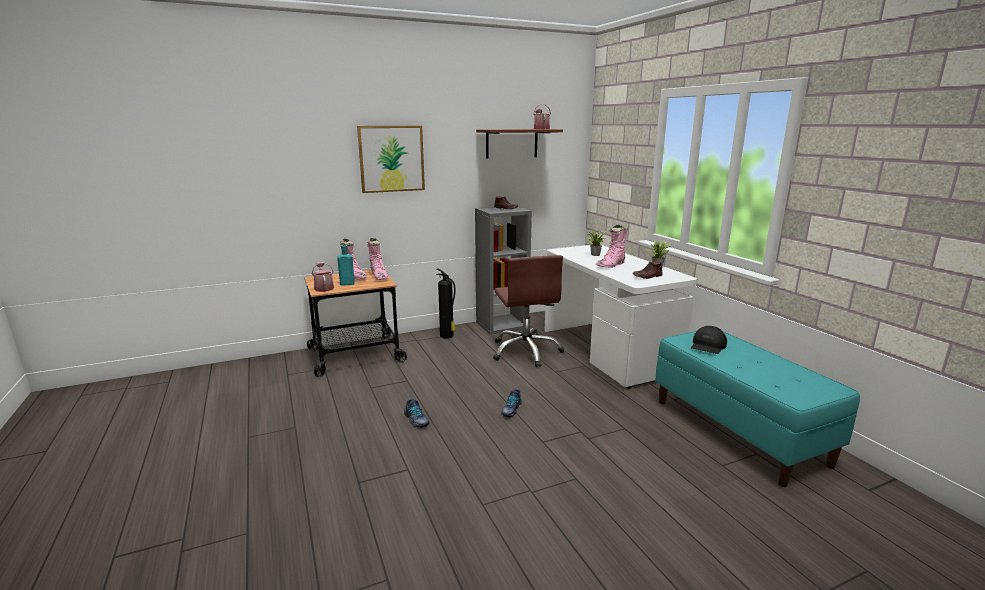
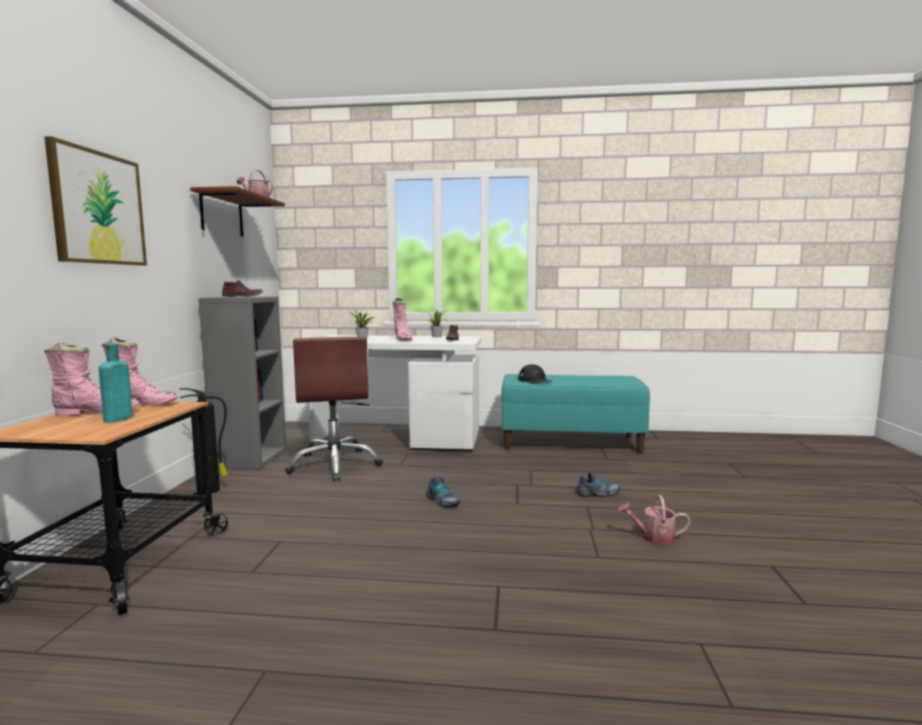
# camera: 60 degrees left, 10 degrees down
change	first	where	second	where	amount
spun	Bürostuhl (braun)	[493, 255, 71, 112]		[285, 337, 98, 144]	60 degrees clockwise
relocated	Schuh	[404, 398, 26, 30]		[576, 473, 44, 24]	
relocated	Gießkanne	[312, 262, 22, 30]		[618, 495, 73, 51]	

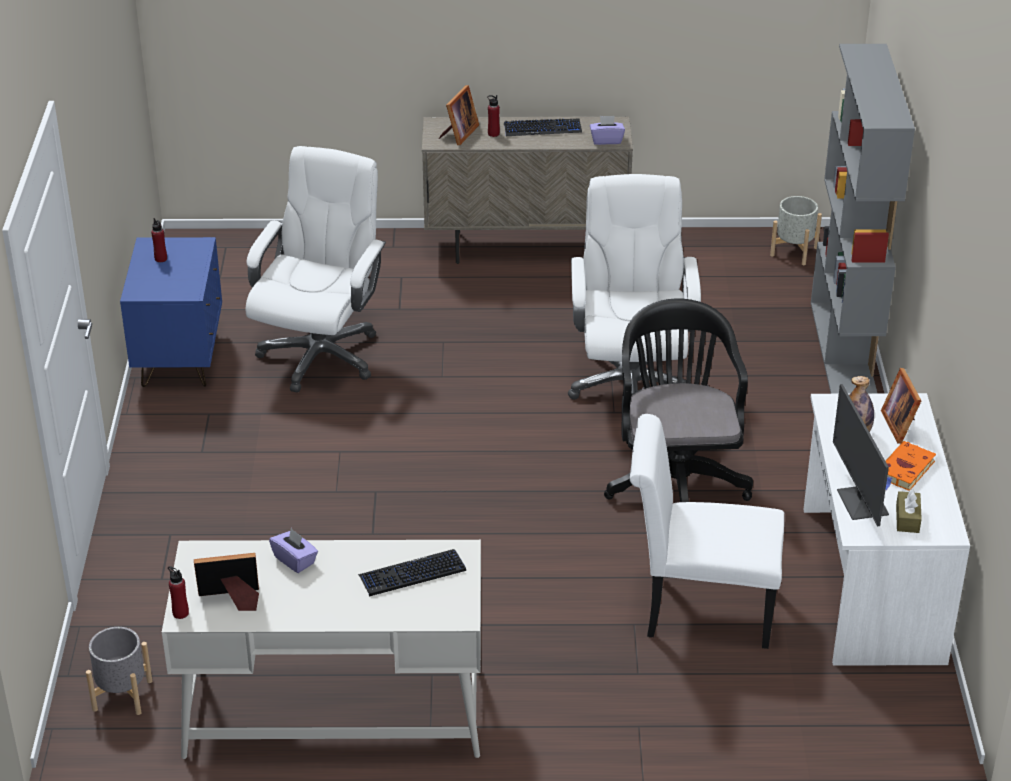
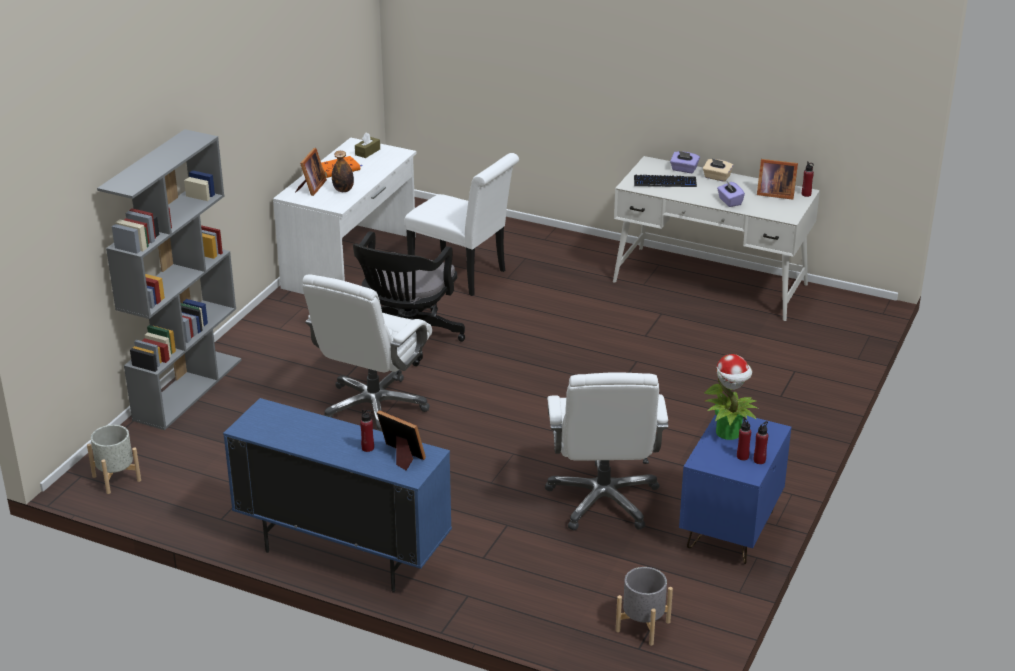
# camera: 155 degrees left, 5 degrees down
change	first	where	second	where	amount
colour	Schrank (beige)	[422, 117, 211, 147]	Schrank (blau)	[223, 398, 229, 195]	
spun	Bilderrahmen	[438, 85, 41, 60]		[377, 410, 49, 60]	75 degrees clockwise
spun	Bürostuhl (weiß)	[246, 146, 140, 246]		[545, 372, 124, 158]	45 degrees counterclockwise
relocated	Pflanzkübel (grau)	[86, 627, 66, 88]		[616, 567, 57, 79]	
relocated	Taschentuchbox (lila)	[590, 116, 35, 29]		[670, 151, 30, 23]	
appeared			Taschentuchbox (beige)	[703, 159, 30, 23]	
appeared			Topfpflanze	[704, 354, 53, 86]	
appeared			Flasche (rot)	[754, 421, 14, 43]	
missing	Tastatur	[504, 119, 78, 17]			
missing	Monitor	[833, 384, 56, 143]			

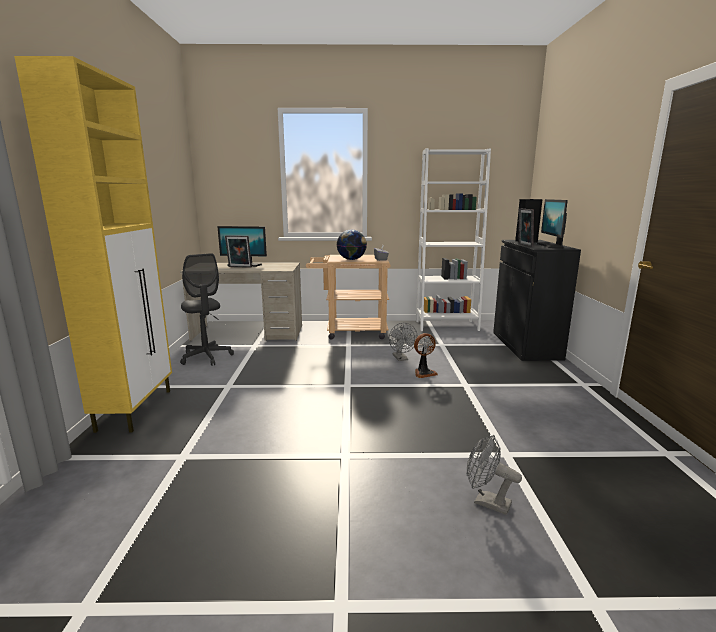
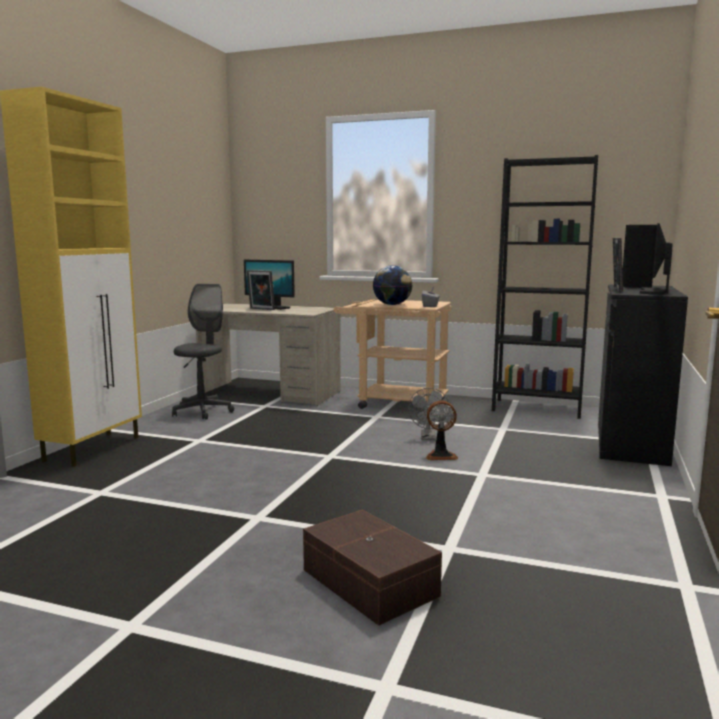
# camera: 20 degrees right, 5 degrees down
change	first	where	second	where	amount
spun	Bürostuhl (grau)	[180, 253, 54, 113]		[172, 284, 62, 136]	150 degrees counterclockwise
exchanged	Ventilator (grau)	[467, 435, 55, 80]	Aufbewahrungsbox (braun)	[303, 509, 139, 117]	
colour	Bücherregal (weiß)	[416, 148, 75, 183]	Bücherregal (schwarz)	[492, 155, 106, 264]	

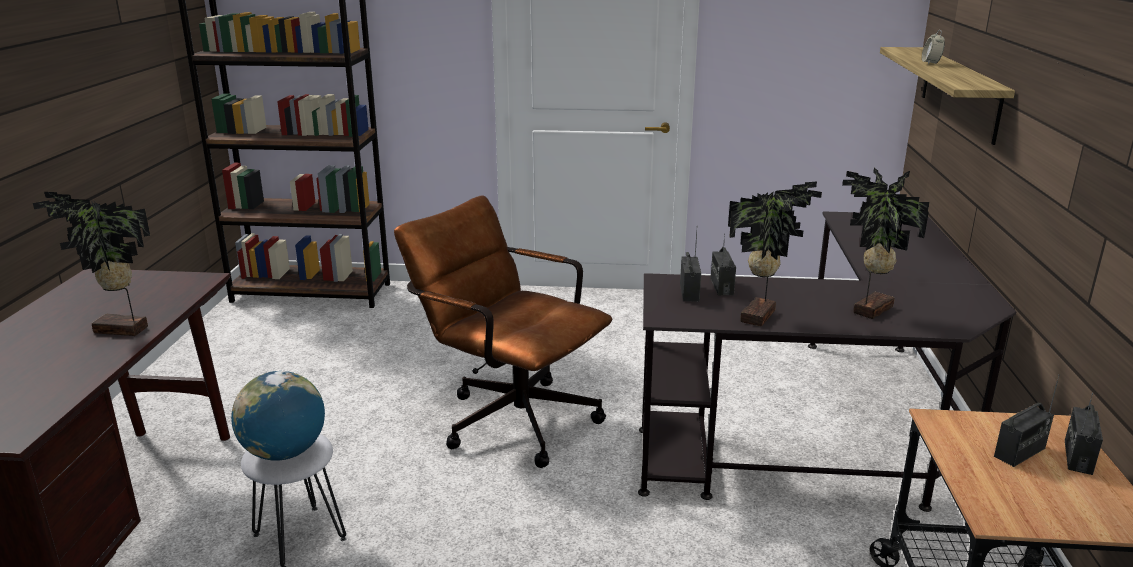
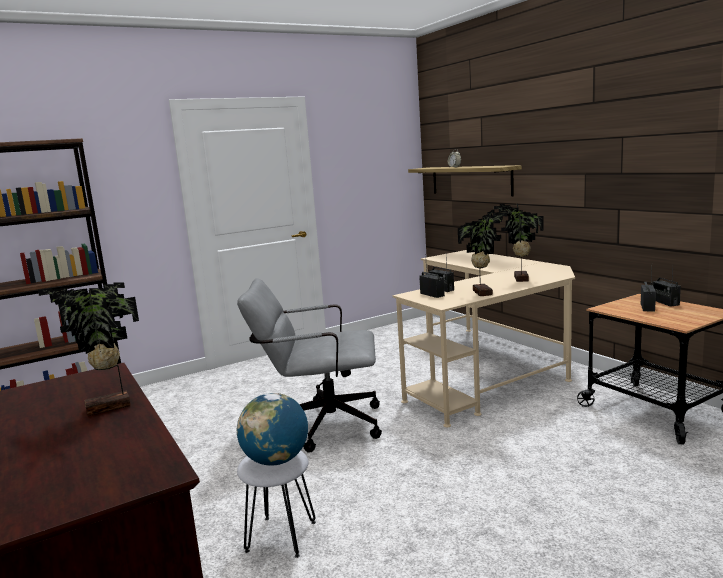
# camera: 35 degrees left, 10 degrees down
change	first	where	second	where	amount
colour	Bürostuhl (braun)	[394, 195, 218, 273]	Bürostuhl (grau)	[237, 278, 145, 175]	
colour	Schreibtisch (schwarz)	[638, 211, 378, 301]	Schreibtisch (beige)	[393, 250, 182, 177]	

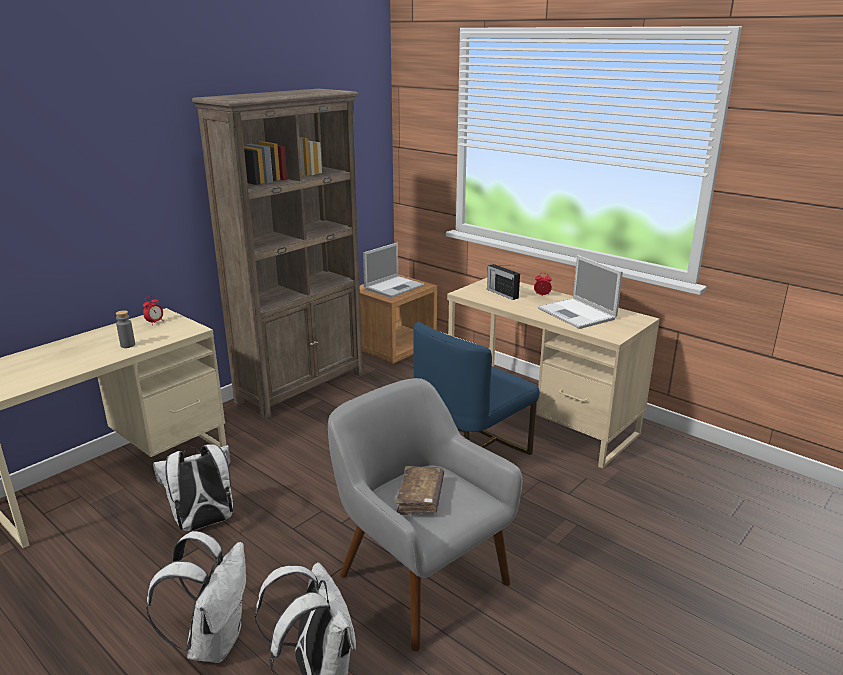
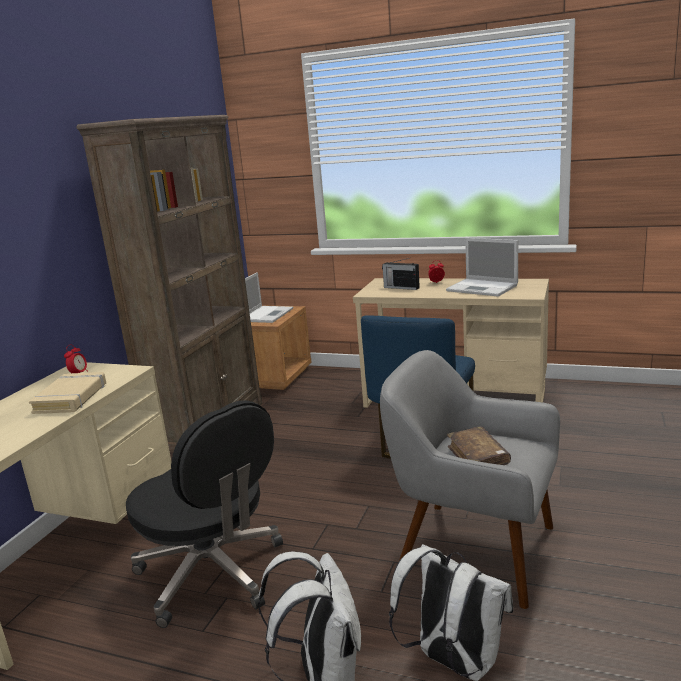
# camera: 20 degrees left, 5 degrees down
change	first	where	second	where	amount
exchanged	Flasche (grau)	[116, 310, 19, 38]	Buch (beige)	[29, 372, 77, 42]	
exchanged	Rucksack (weiß)	[153, 444, 80, 87]	Bürostuhl (schwarz)	[126, 400, 157, 228]	

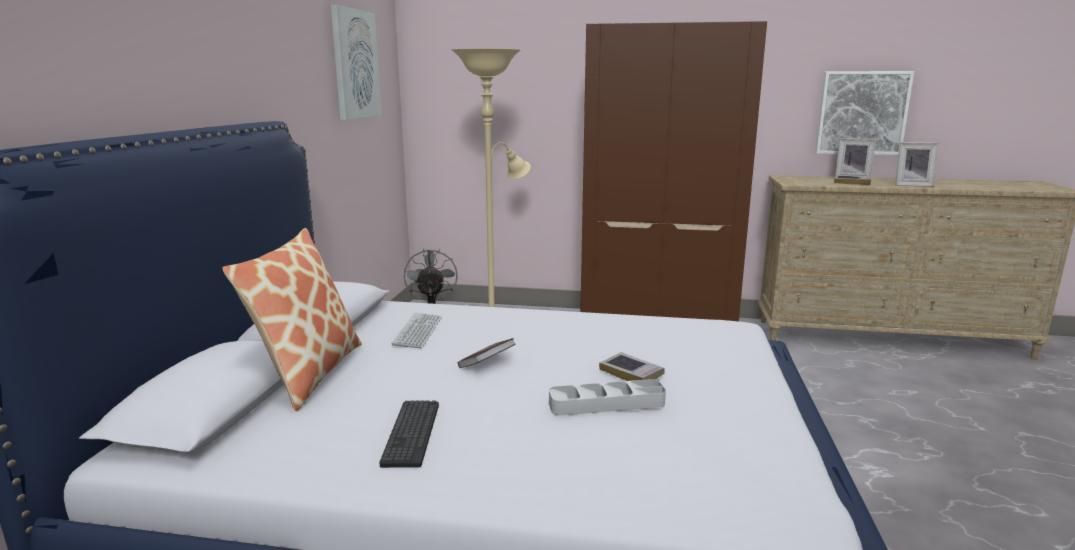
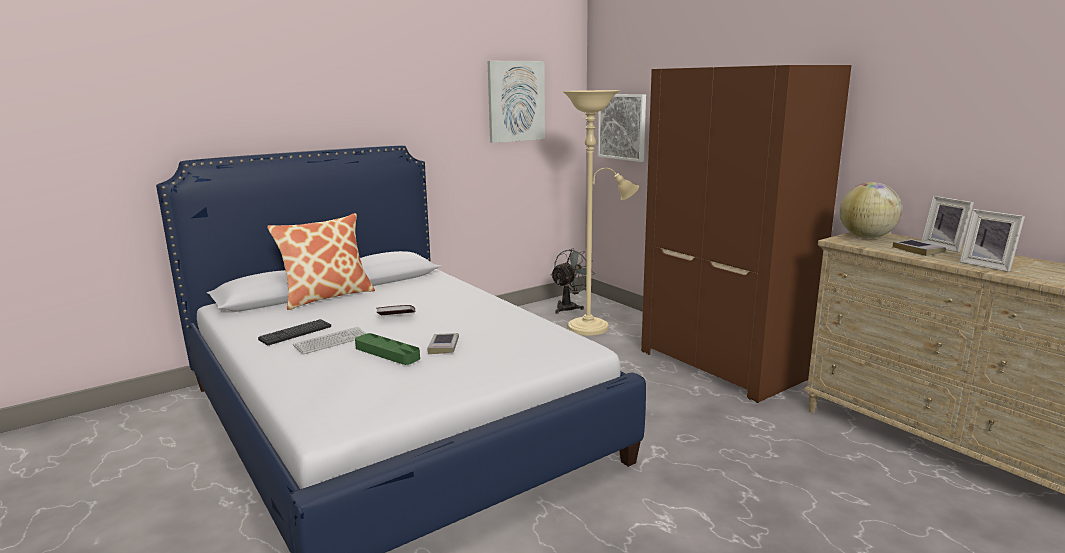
# camera: 45 degrees right, 0 degrees up
change	first	where	second	where	amount
relocated	Tastatur	[392, 313, 50, 35]		[293, 327, 74, 27]	
colour	Tablett (grau)	[549, 379, 117, 36]	Tablett (grün)	[355, 333, 65, 32]	
relocated	Bild	[815, 71, 99, 84]		[598, 94, 48, 68]	
appeared			Globus	[839, 182, 63, 56]	

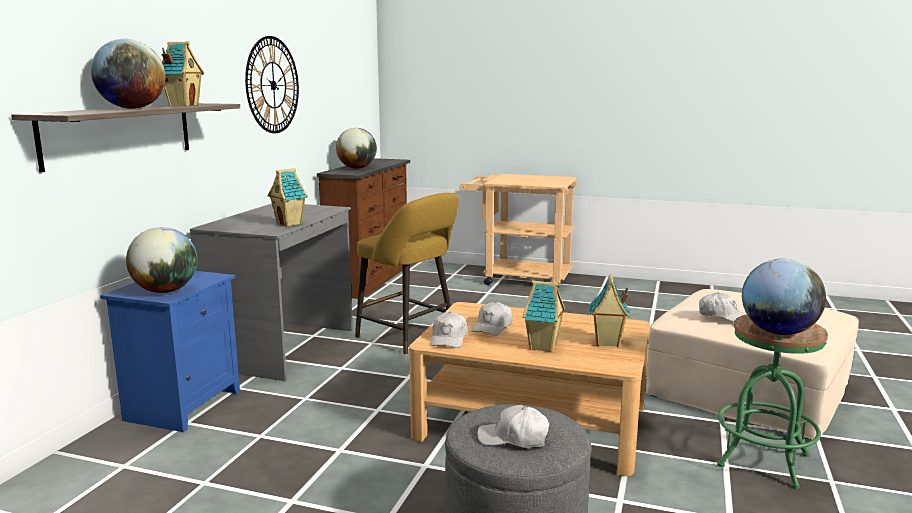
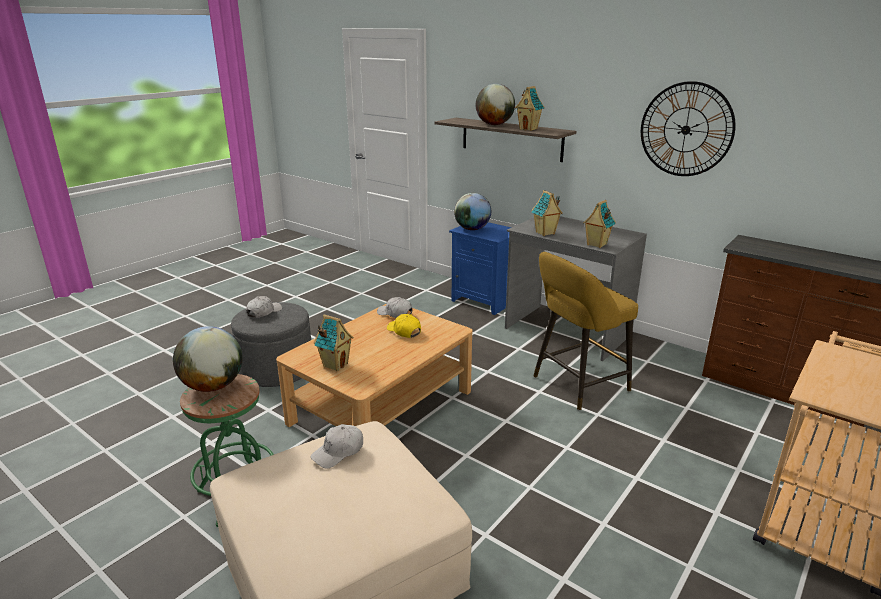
# camera: 110 degrees right, 10 degrees up
change	first	where	second	where	amount
colour	Kappe (weiß)	[471, 302, 41, 34]	Kappe (gelb)	[387, 314, 34, 24]	
relocated	Spielzeughaus	[523, 280, 42, 72]		[583, 200, 33, 48]	
missing	Globus	[336, 128, 41, 41]			

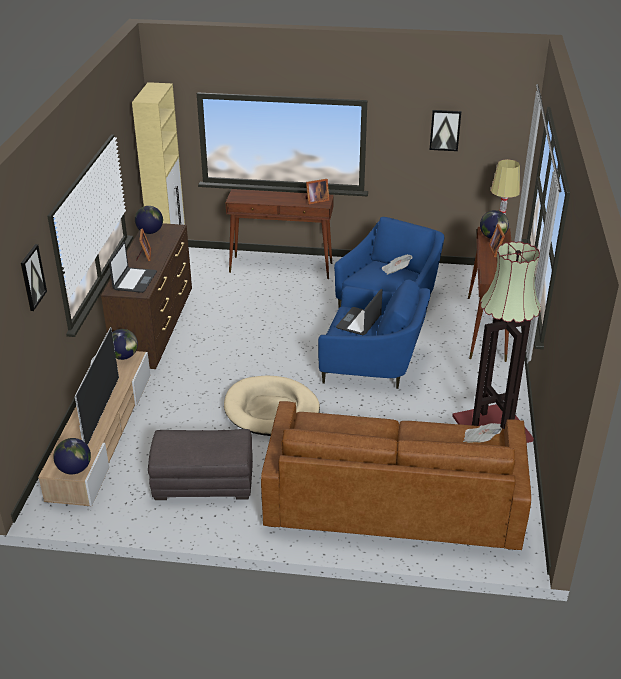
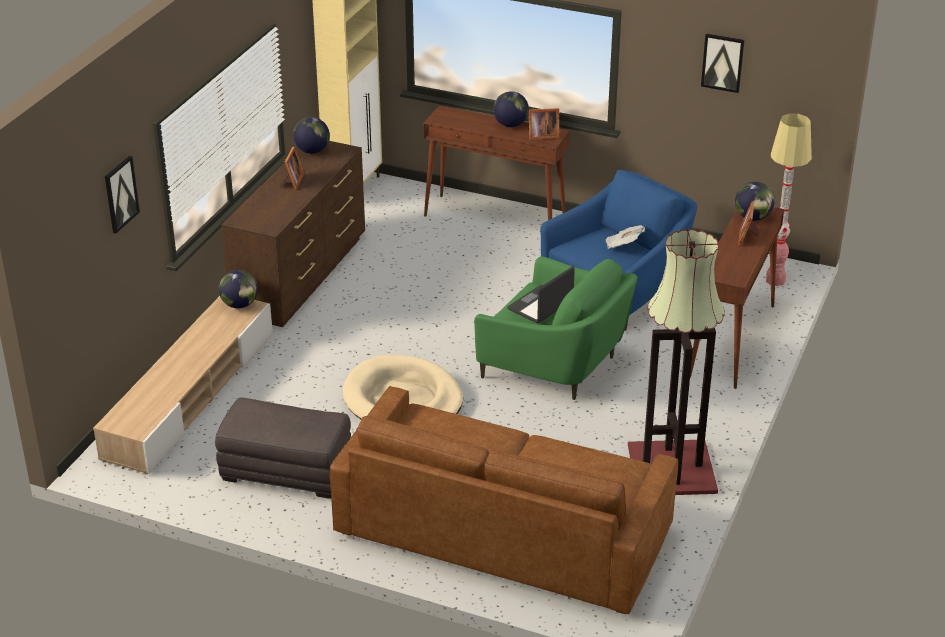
# camera: 15 degrees right, 0 degrees up
change	first	where	second	where	amount
colour	Sessel (blau)	[318, 280, 113, 109]	Sessel (grün)	[474, 256, 164, 144]	
relocated	Globus	[53, 438, 38, 36]		[493, 91, 36, 36]	
missing	Fernseher	[75, 327, 44, 118]			
missing	Laptop	[109, 242, 48, 51]			
missing	Zeitung	[463, 423, 39, 20]			

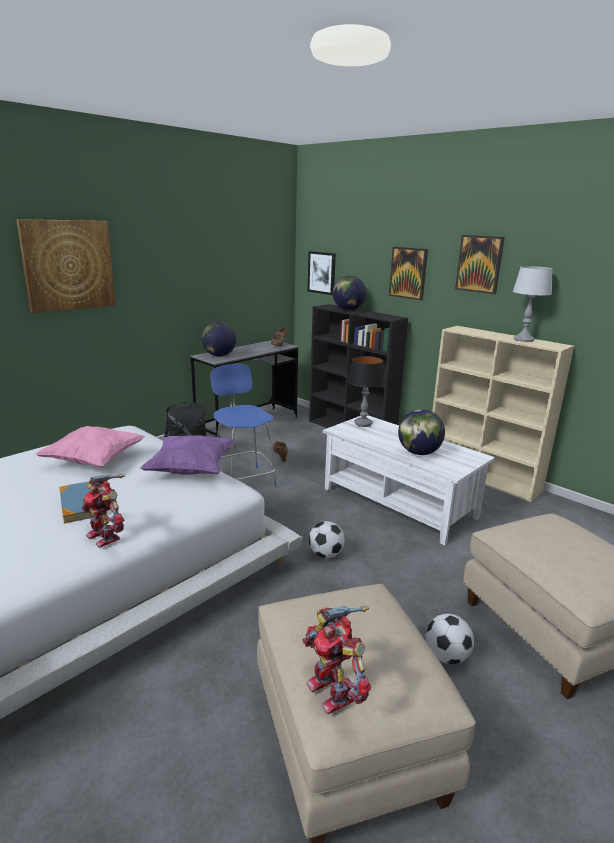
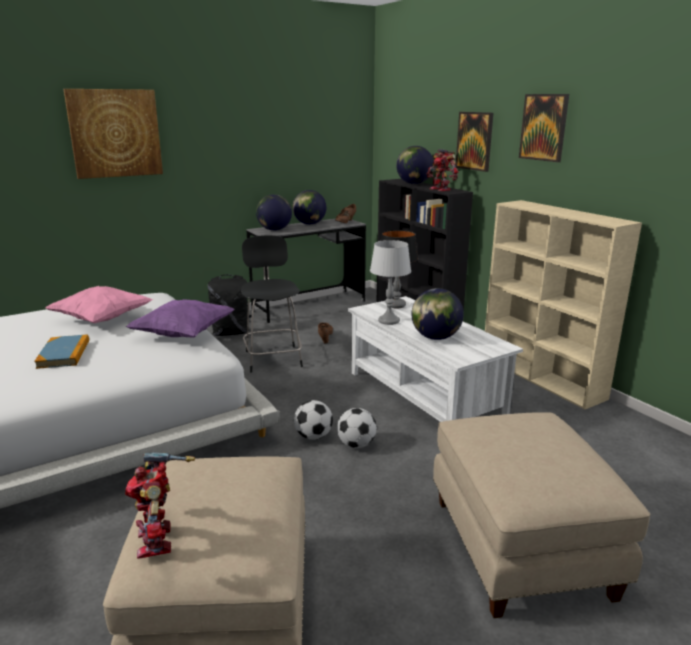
# camera: 15 degrees right, 0 degrees up
change	first	where	second	where	amount
colour	Stuhl (blau)	[210, 364, 67, 123]	Stuhl (schwarz)	[241, 235, 62, 137]	
appeared			Globus	[292, 190, 35, 35]	
relocated	Fußball	[426, 614, 48, 50]		[337, 408, 40, 40]	
relocated	Tischlampe (grau)	[513, 266, 40, 76]		[370, 240, 41, 85]	
relocated	Spielzeugroboter	[82, 474, 43, 74]		[426, 149, 33, 42]	
missing	Bild	[308, 251, 28, 44]			

